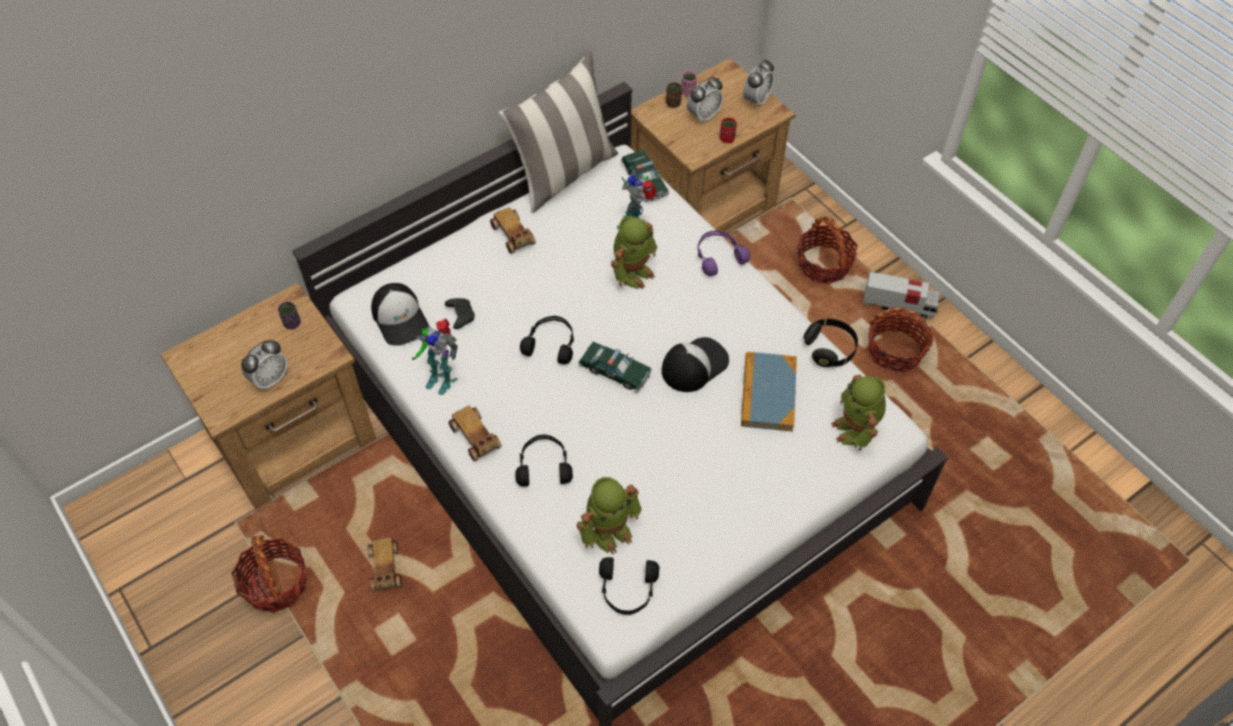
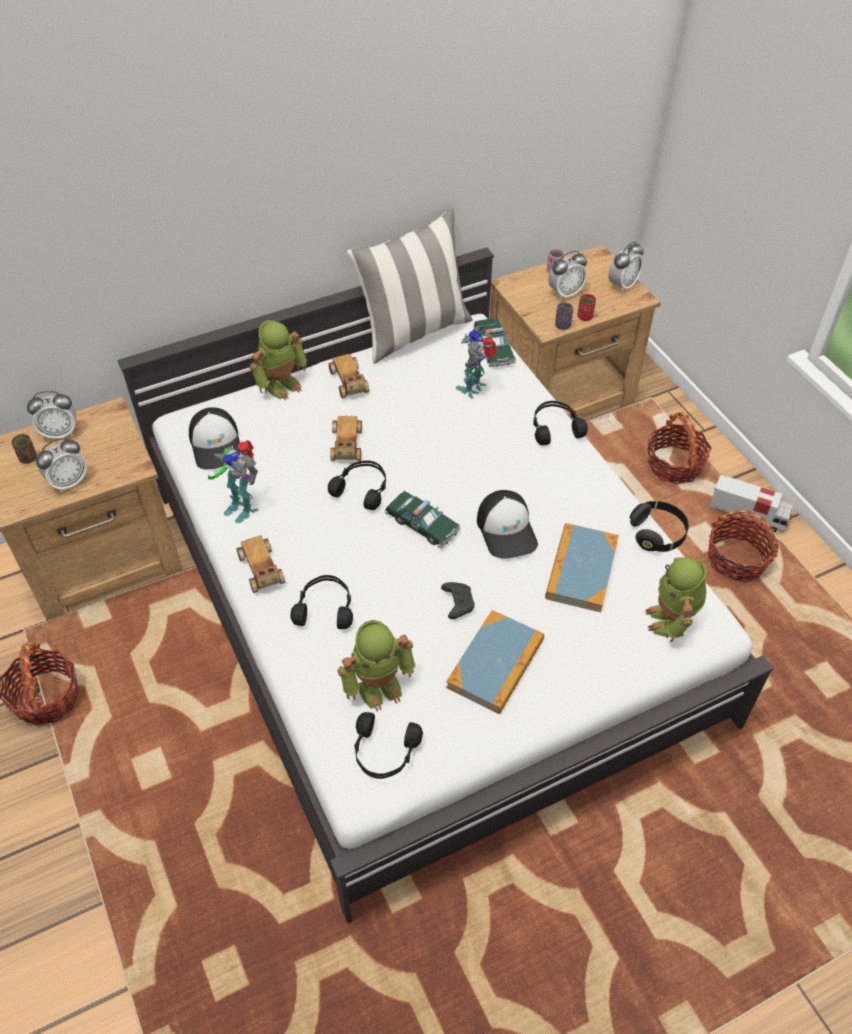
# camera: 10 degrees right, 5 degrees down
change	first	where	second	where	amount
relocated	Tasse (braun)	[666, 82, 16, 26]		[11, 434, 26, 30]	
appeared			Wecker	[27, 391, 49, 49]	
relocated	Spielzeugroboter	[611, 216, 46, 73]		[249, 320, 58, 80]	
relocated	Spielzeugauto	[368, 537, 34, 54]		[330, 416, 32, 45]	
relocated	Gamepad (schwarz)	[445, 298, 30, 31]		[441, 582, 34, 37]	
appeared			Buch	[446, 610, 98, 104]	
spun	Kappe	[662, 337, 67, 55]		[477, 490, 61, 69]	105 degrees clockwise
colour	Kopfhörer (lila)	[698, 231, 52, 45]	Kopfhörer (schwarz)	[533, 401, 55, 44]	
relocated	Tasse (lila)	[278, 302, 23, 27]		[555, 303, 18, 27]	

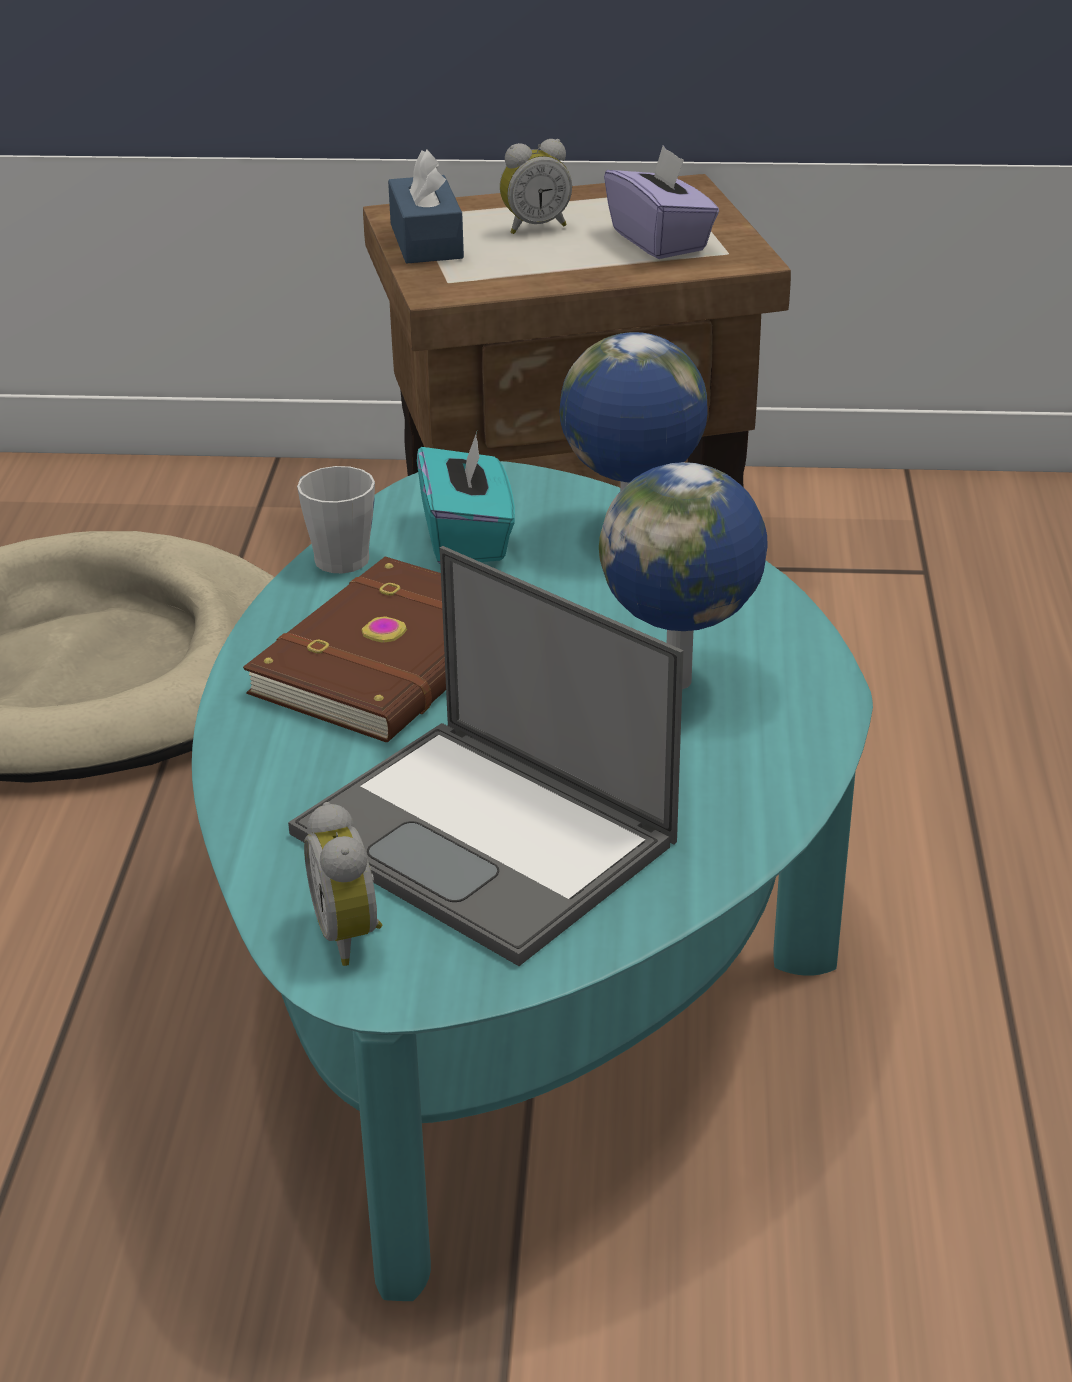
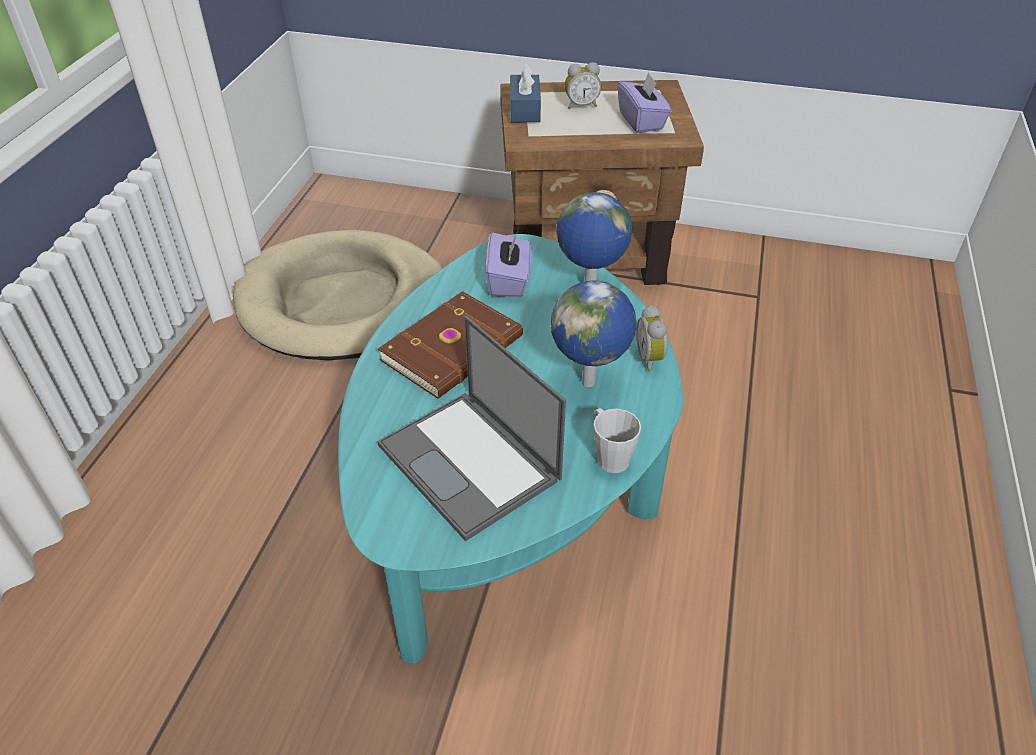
# camera: 10 degrees right, 10 degrees up
change	first	where	second	where	amount
colour	Taschentuchbox (türkis)	[417, 432, 98, 132]	Taschentuchbox (lila)	[485, 230, 46, 67]	
relocated	Henkelbecher (grau)	[297, 466, 78, 107]		[593, 408, 48, 65]	
relocated	Wecker	[304, 802, 78, 164]		[636, 305, 31, 67]	

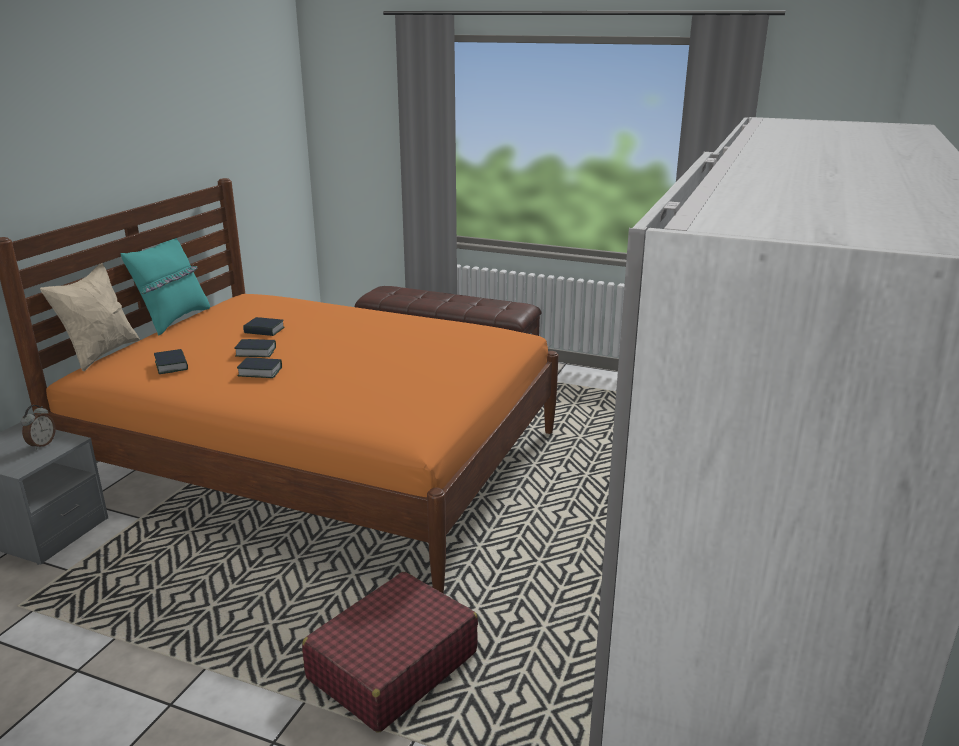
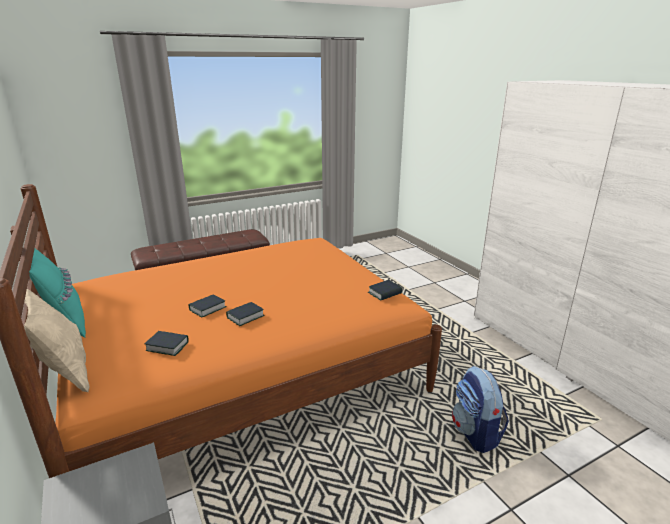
# camera: 50 degrees left, 0 degrees up
change	first	where	second	where	amount
relocated	Buch	[243, 317, 42, 19]		[368, 280, 34, 21]	
exchanged	Koffer (rot)	[302, 572, 176, 160]	Rucksack	[452, 366, 57, 87]	
missing	Wecker	[21, 405, 35, 45]			

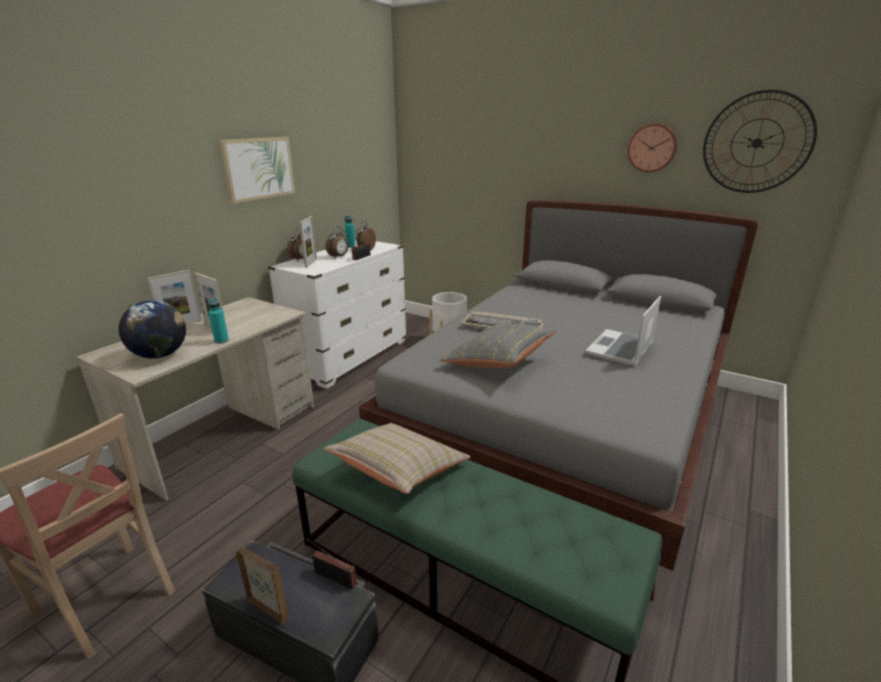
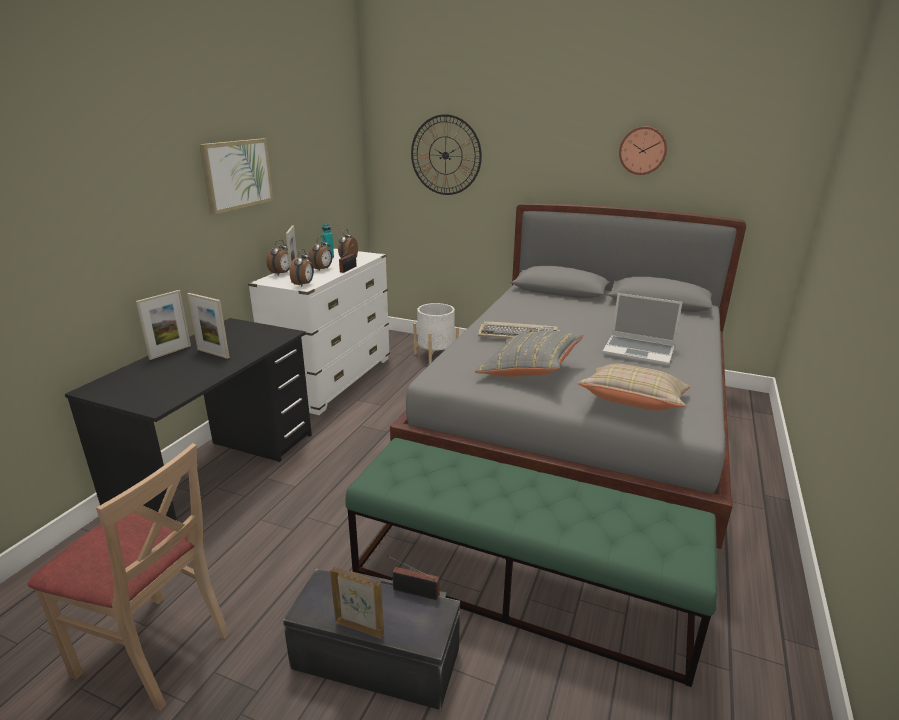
# camera: 10 degrees left, 0 degrees up
change	first	where	second	where	amount
colour	Schreibtisch (beige)	[76, 297, 238, 203]	Schreibtisch (schwarz)	[65, 318, 247, 203]	
appeared			Wecker	[290, 249, 24, 38]	
relocated	Wanduhr	[703, 90, 114, 103]		[411, 114, 71, 81]	
relocated	Kissen (beige)	[324, 423, 146, 71]		[578, 364, 112, 47]	
spun	Laptop	[585, 296, 76, 70]		[602, 293, 81, 73]	90 degrees counterclockwise
missing	Globus	[119, 300, 67, 59]			
missing	Flasche (türkis)	[207, 298, 22, 46]			

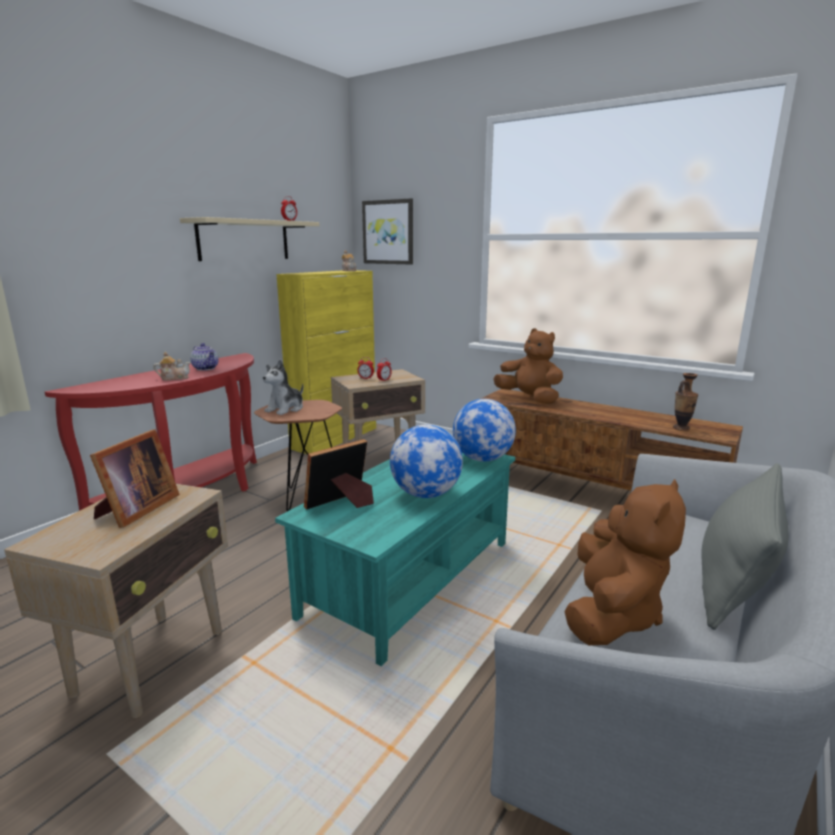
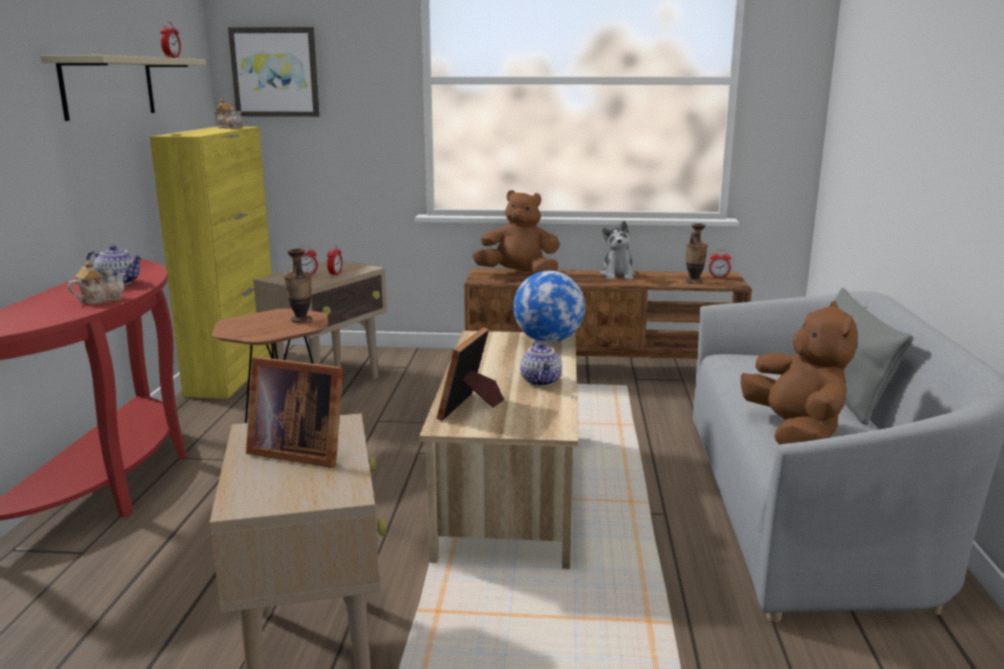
# camera: 30 degrees left, 0 degrees up
change	first	where	second	where	amount
spun	Bilderrahmen	[90, 429, 90, 99]		[246, 357, 97, 111]	120 degrees clockwise
appeared			Vase	[284, 249, 28, 74]	
colour	Couchtisch (türkis)	[275, 453, 240, 213]	Couchtisch (beige)	[419, 331, 159, 238]	
exchanged	Globus	[390, 425, 73, 73]	Teekanne	[520, 342, 42, 44]	
relocated	Plüschtier	[263, 360, 40, 55]		[600, 221, 35, 59]	
appeared			Wecker	[709, 249, 22, 29]	

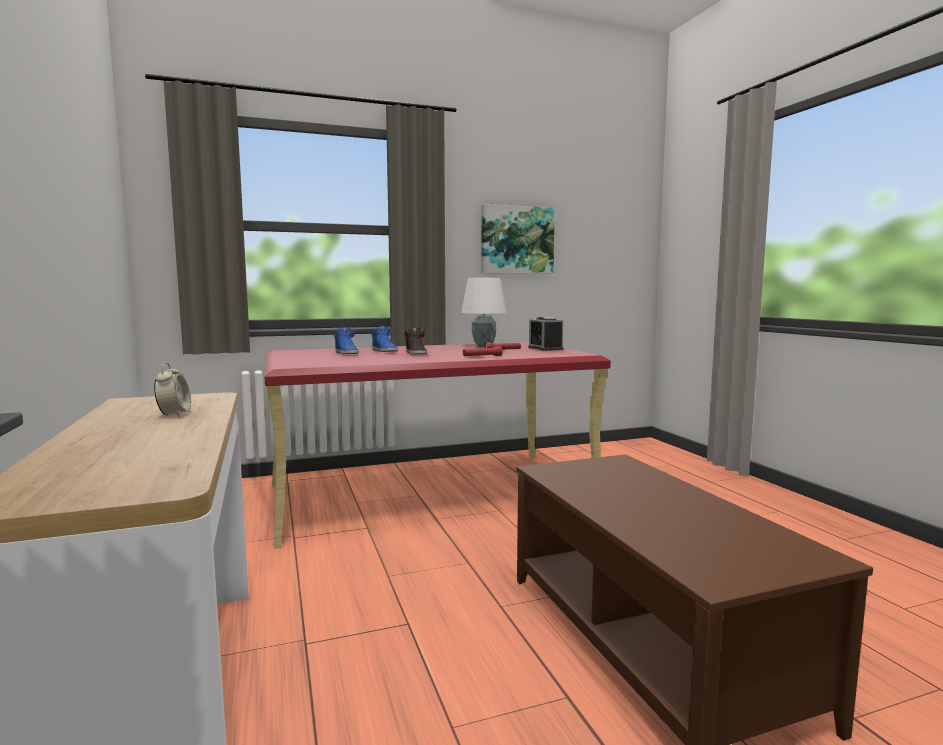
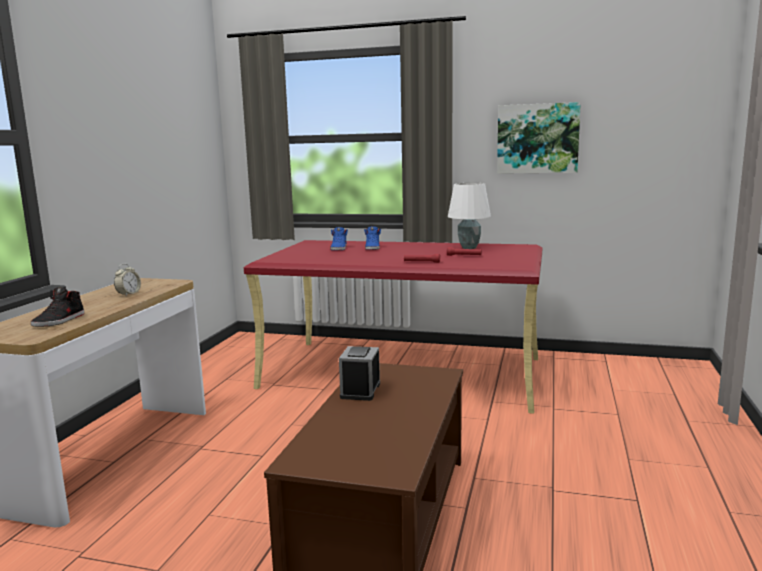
# camera: 35 degrees right, 5 degrees up
change	first	where	second	where	amount
relocated	Schuh (schwarz)	[404, 327, 23, 28]		[31, 287, 53, 40]	
relocated	Wecker	[528, 316, 35, 35]		[339, 346, 41, 55]	

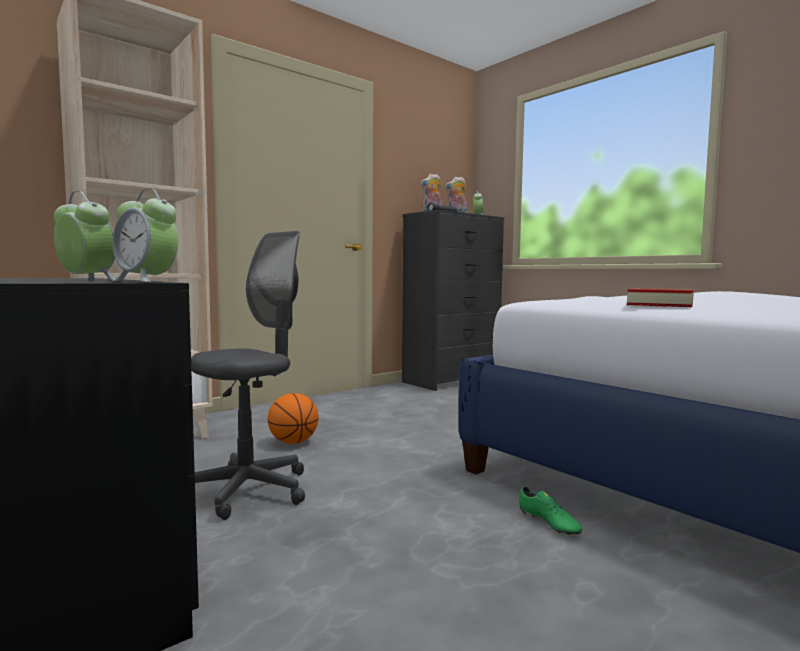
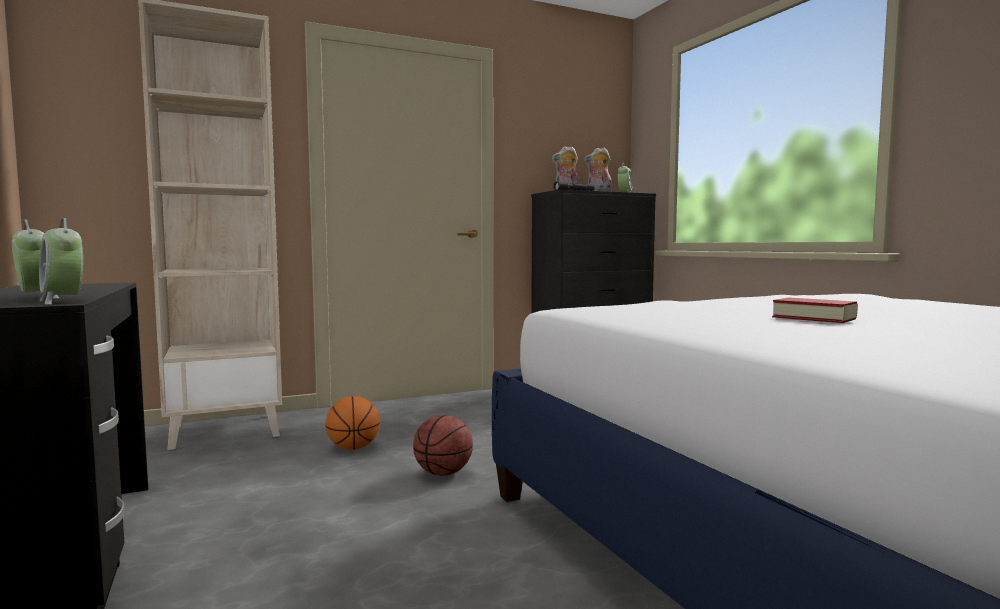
# camera: 15 degrees right, 0 degrees up
change	first	where	second	where	amount
appeared			Basketball	[413, 415, 60, 61]	
relocated	Buch	[627, 289, 67, 18]		[772, 297, 86, 26]	
missing	Bürostuhl (grau)	[191, 231, 114, 289]			
missing	Schuh (grün)	[519, 486, 63, 50]			

